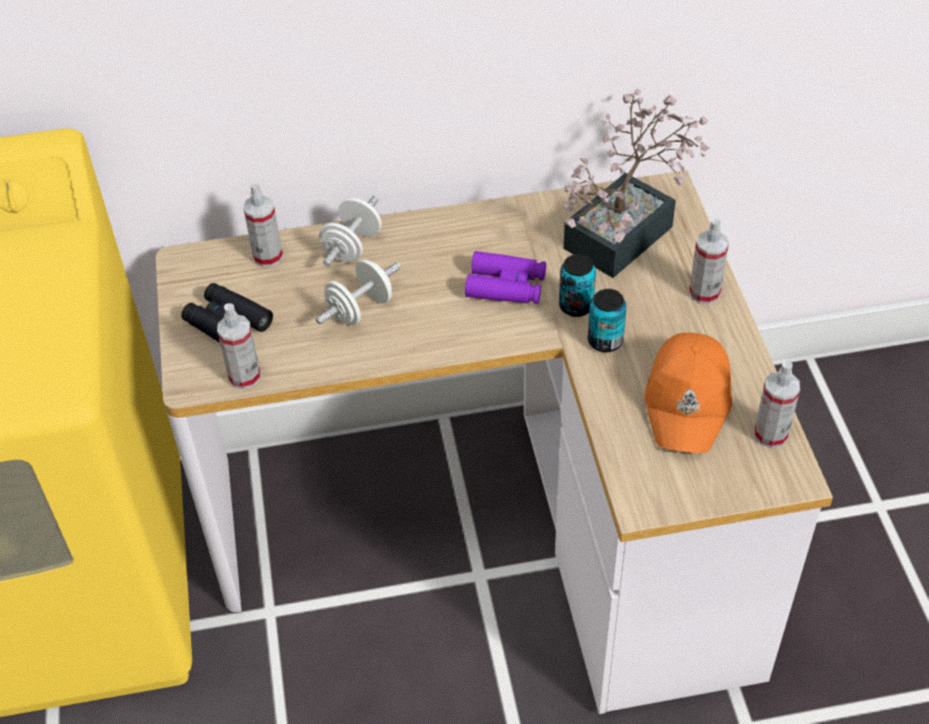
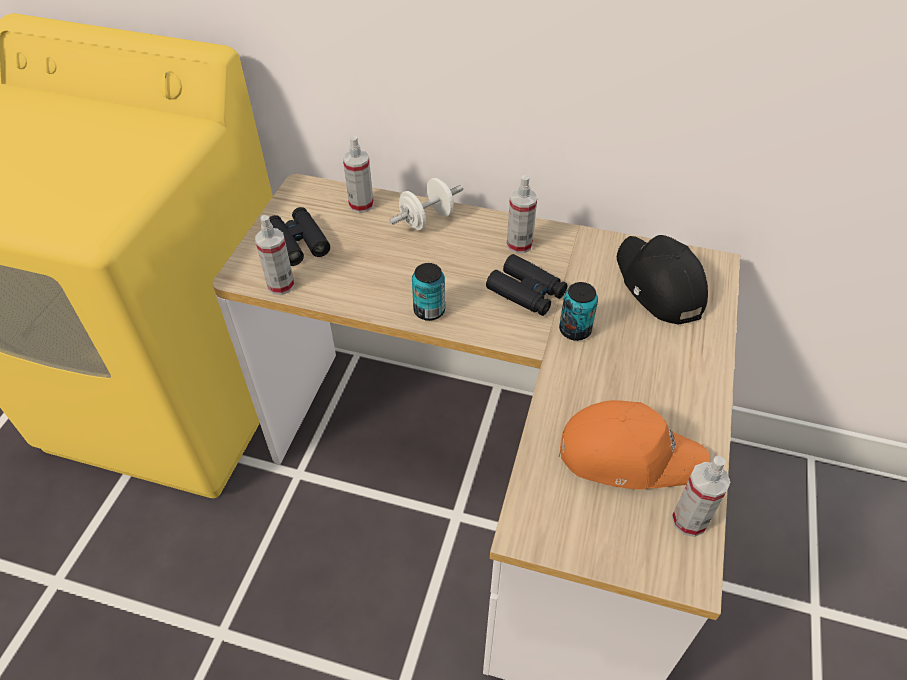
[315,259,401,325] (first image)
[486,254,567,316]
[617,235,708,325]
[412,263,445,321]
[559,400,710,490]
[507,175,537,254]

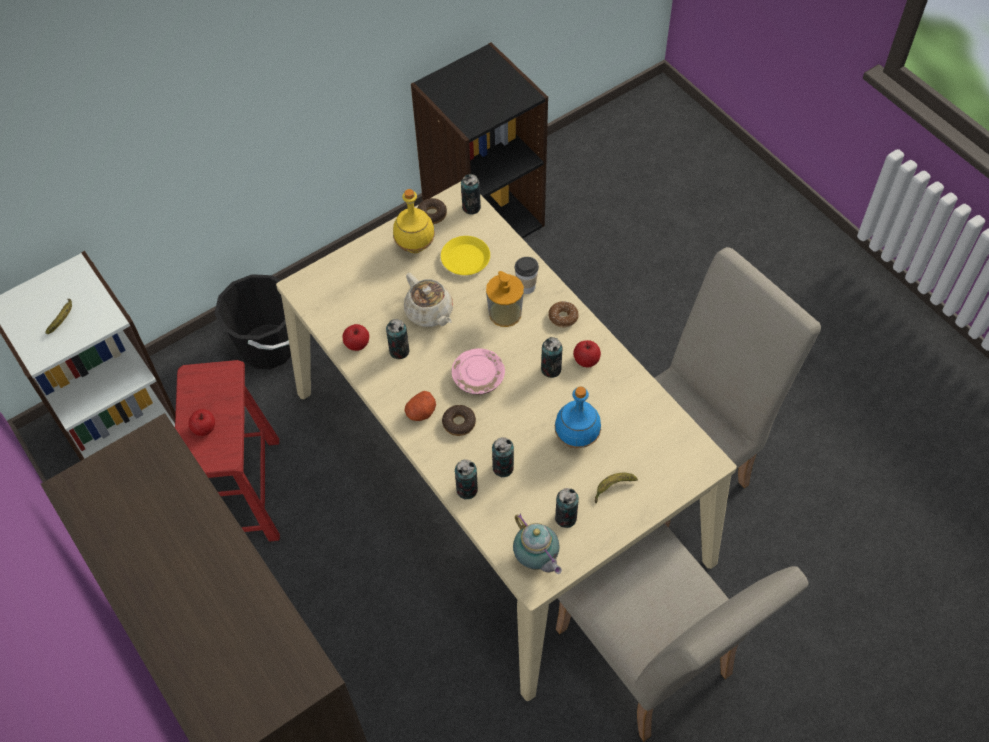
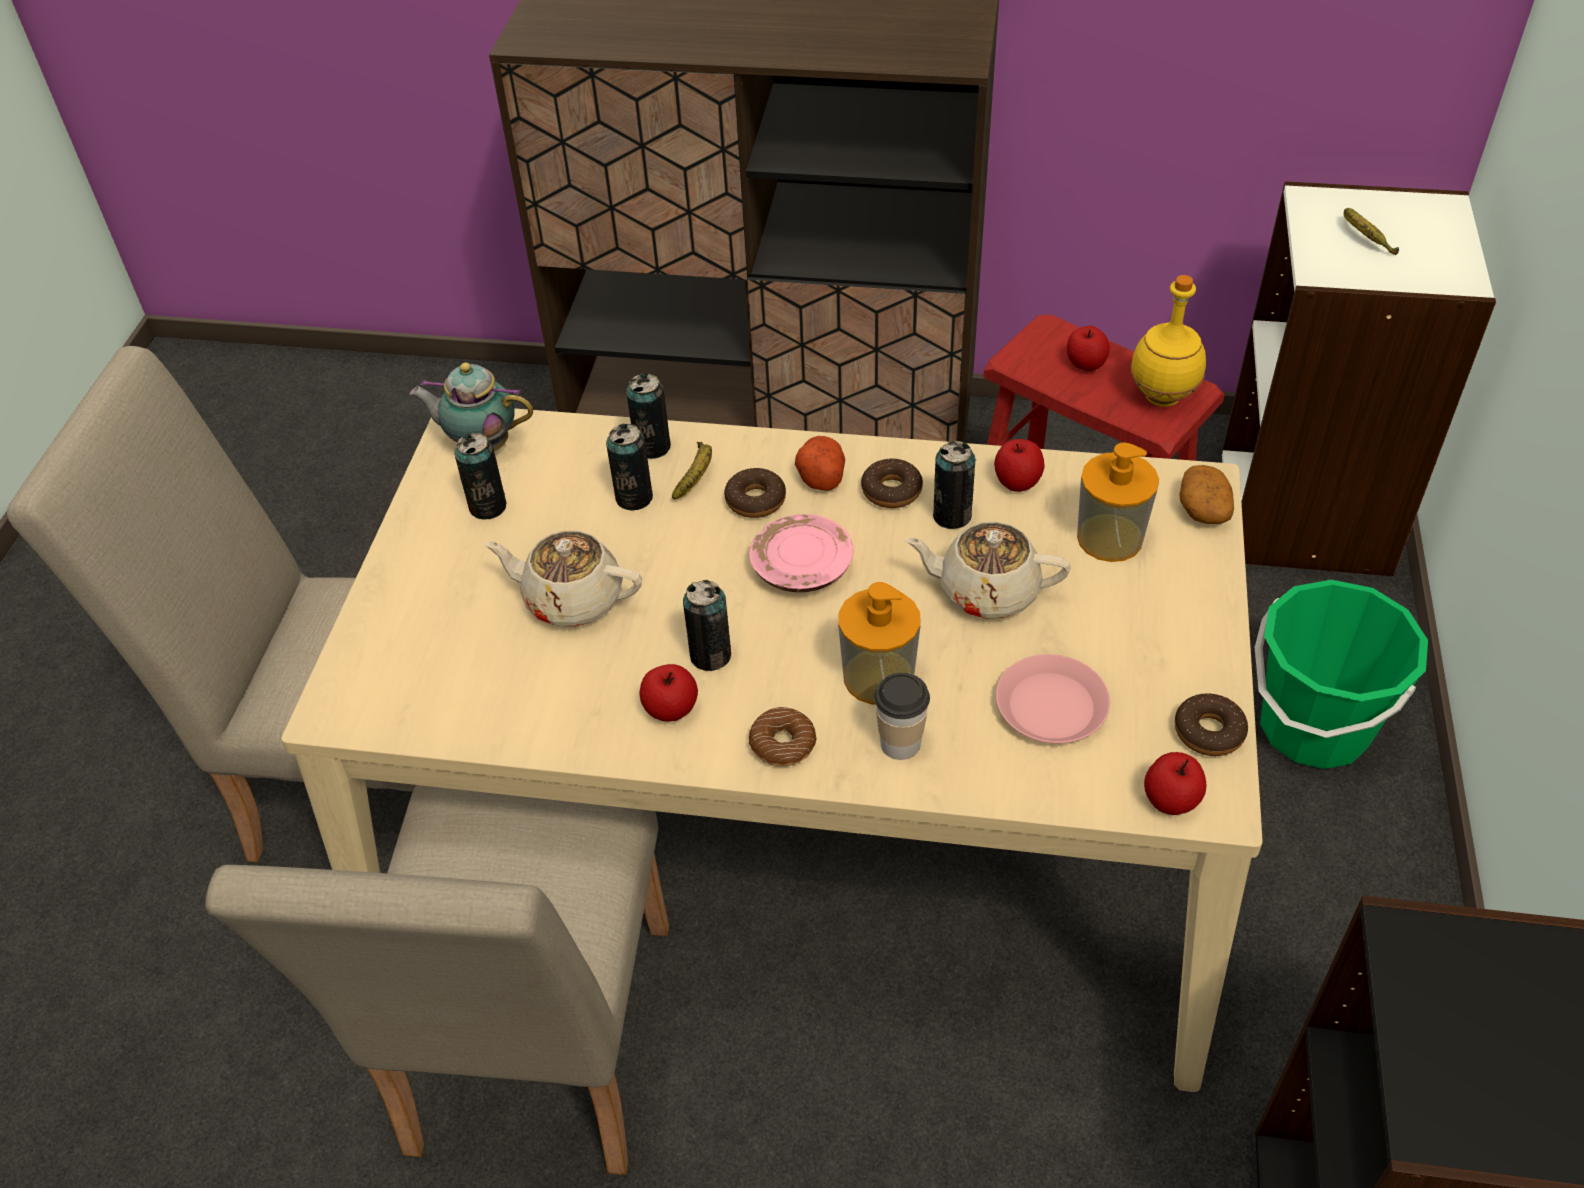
[1255,580,1428,769]
[1131,275,1206,407]
[996,654,1110,743]
[1144,752,1207,815]
[483,530,642,626]
[672,442,712,500]
[861,459,923,508]
[1077,442,1159,562]
[1179,465,1234,524]

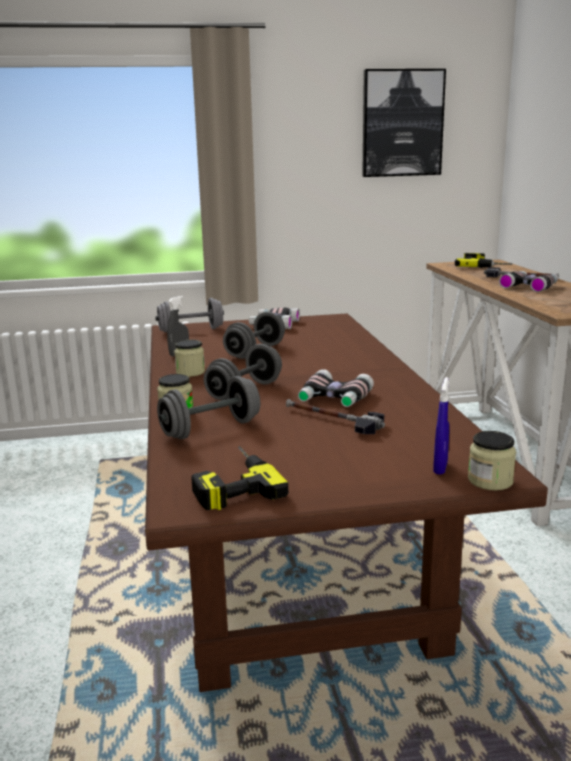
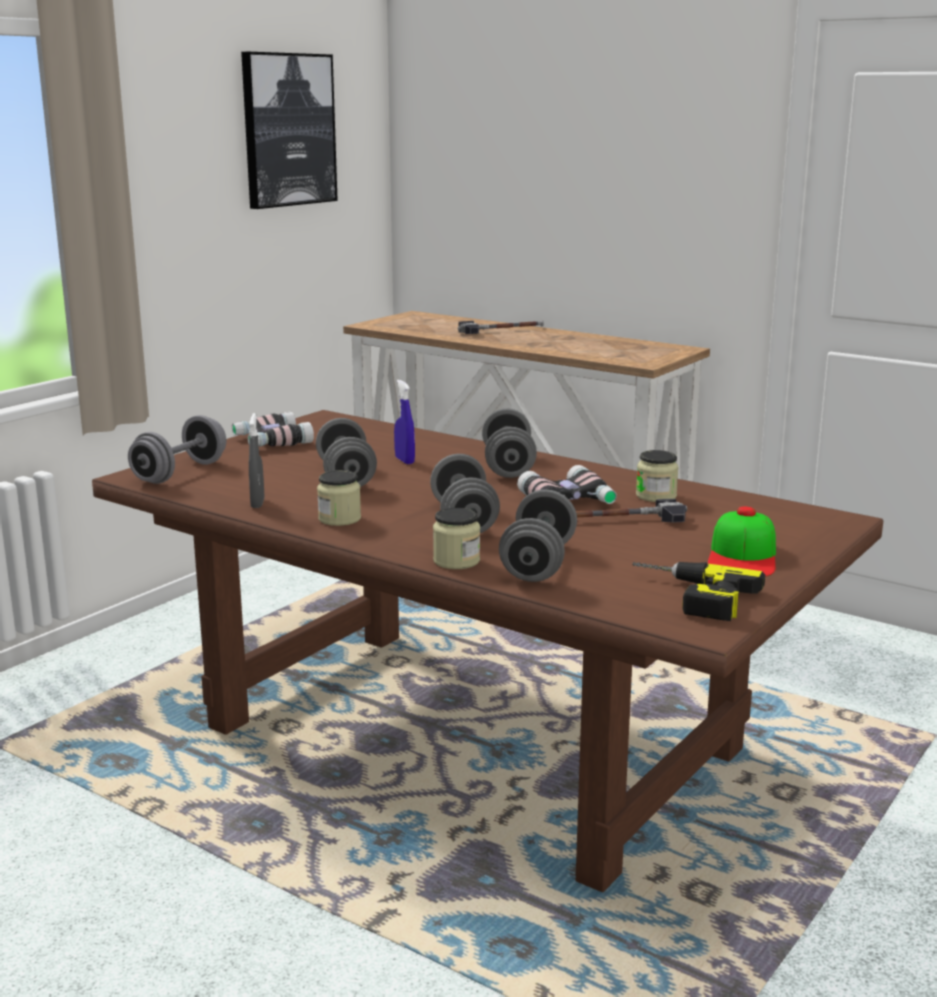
[394,380,415,464]
[455,253,512,268] (first image)
[636,450,679,502]
[499,271,558,292] (first image)
[482,408,537,478]
[708,507,776,577]

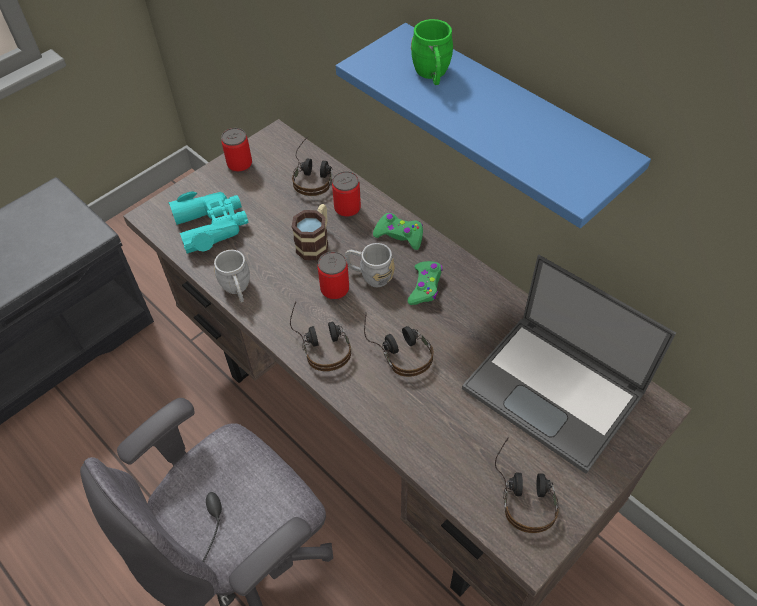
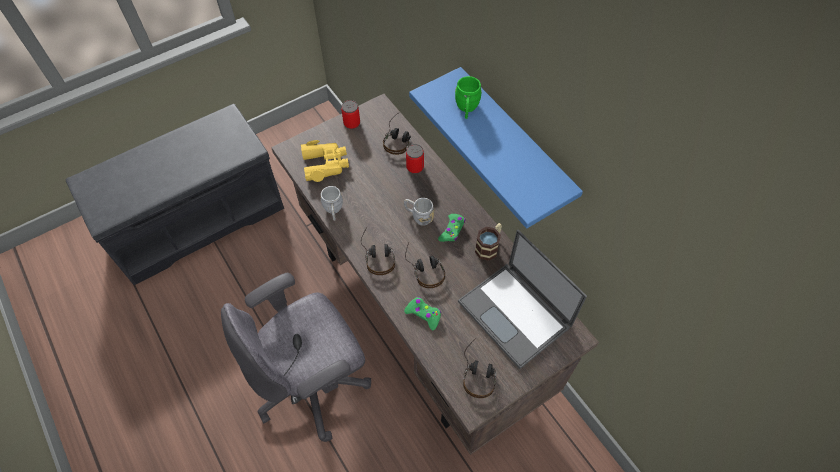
[301,140,349,182]
[475,223,502,261]
[318,252,349,300] (first image)
[404,297,441,330]

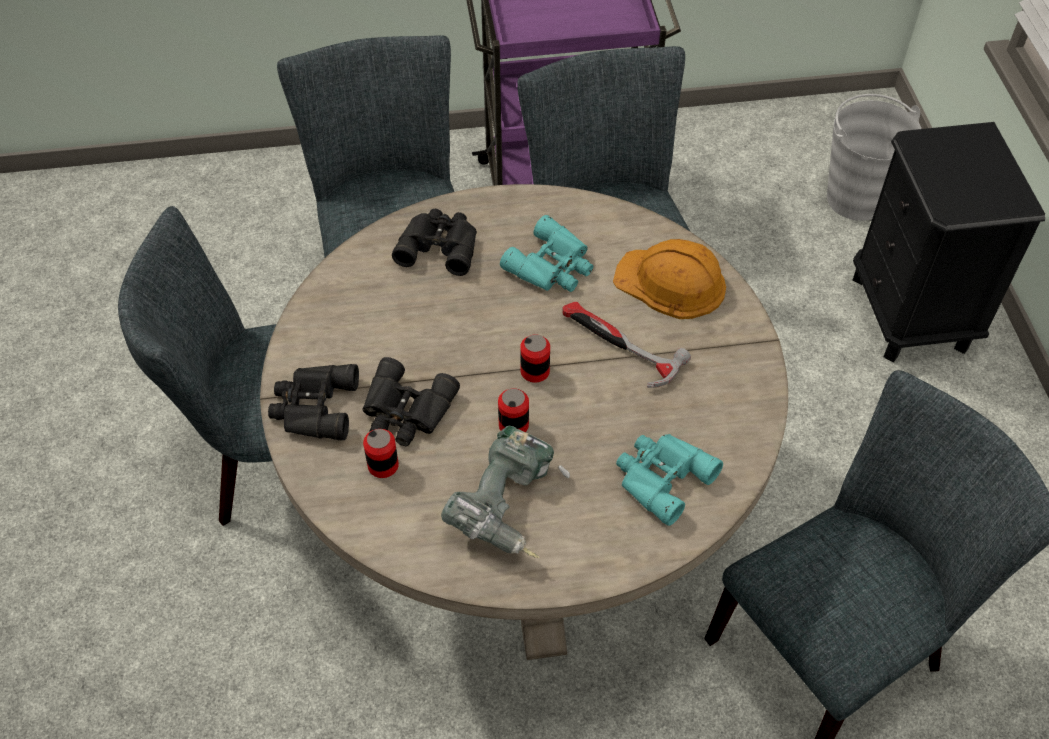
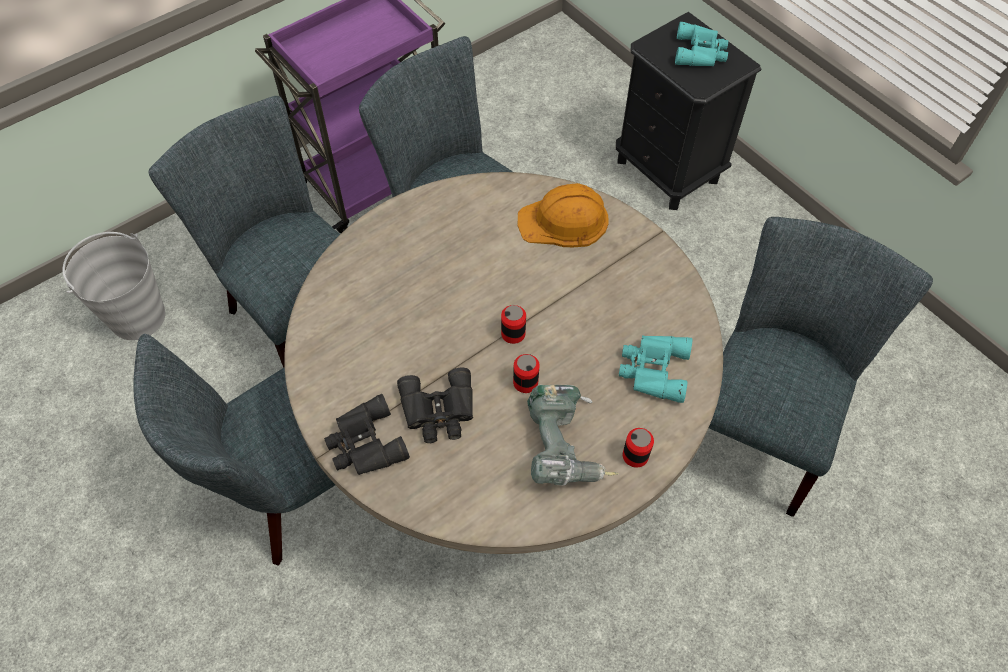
[623,428,654,468]
[392,209,477,276] (first image)
[675,22,728,66]
[562,302,691,388] (first image)
[62,232,165,340]

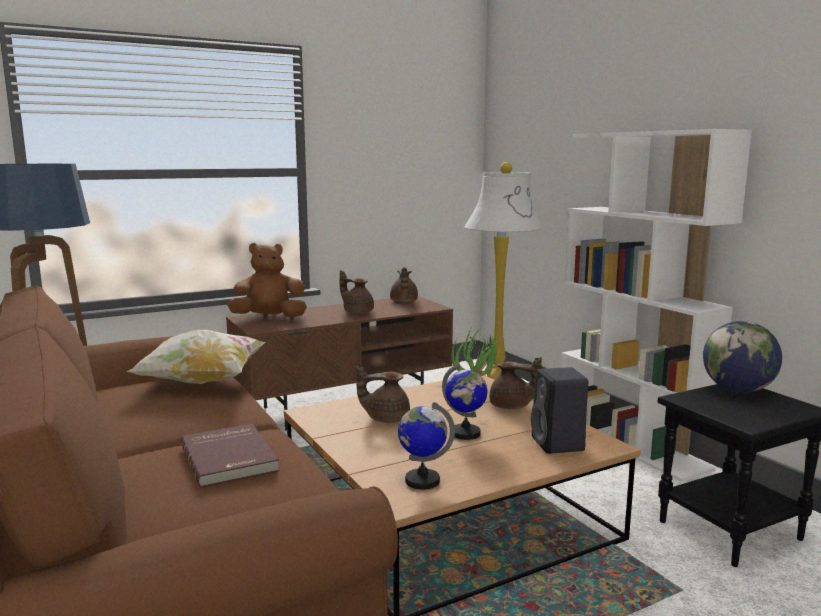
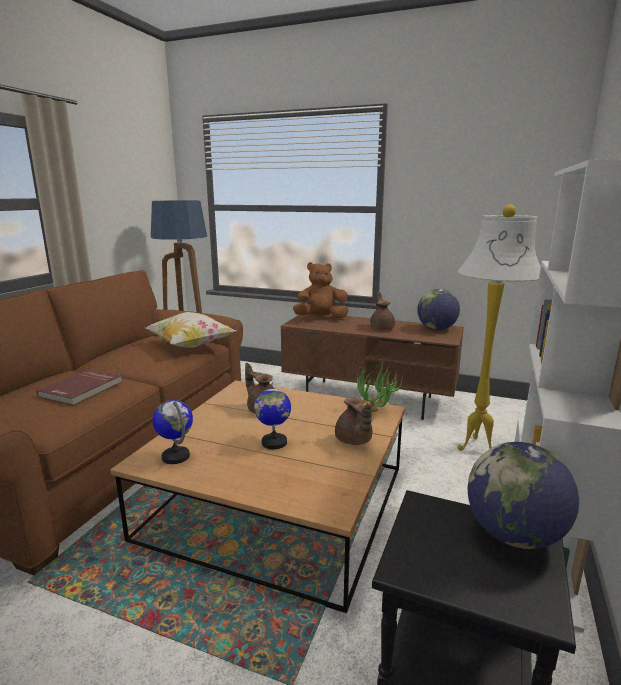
[293,262,349,318]
[417,289,460,330]
[531,367,588,454] (first image)

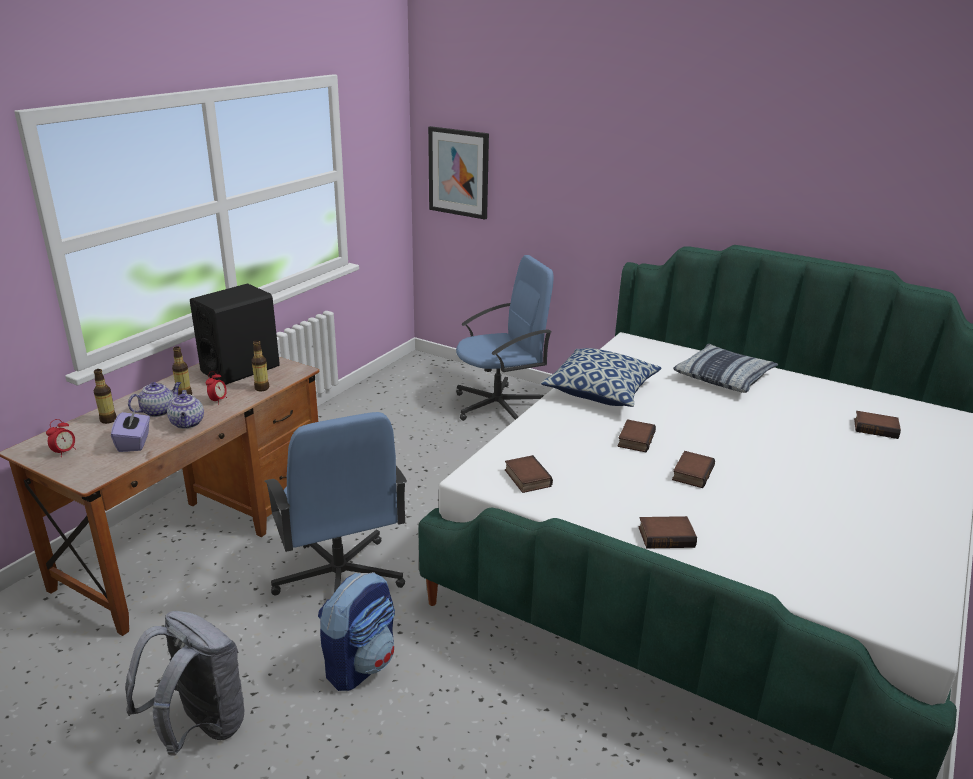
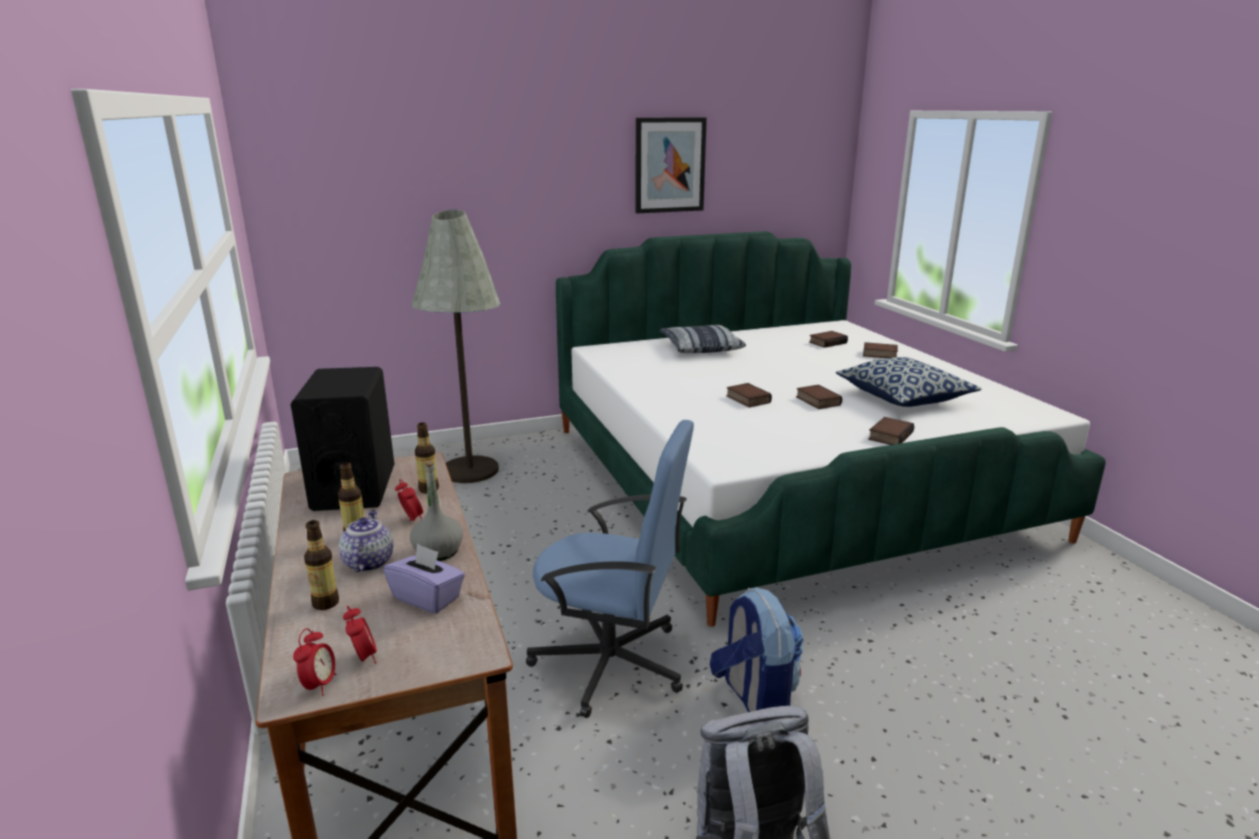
[410,460,463,561]
[635,117,707,213]
[412,210,501,483]
[863,342,898,358]
[836,357,982,407]
[293,628,336,696]

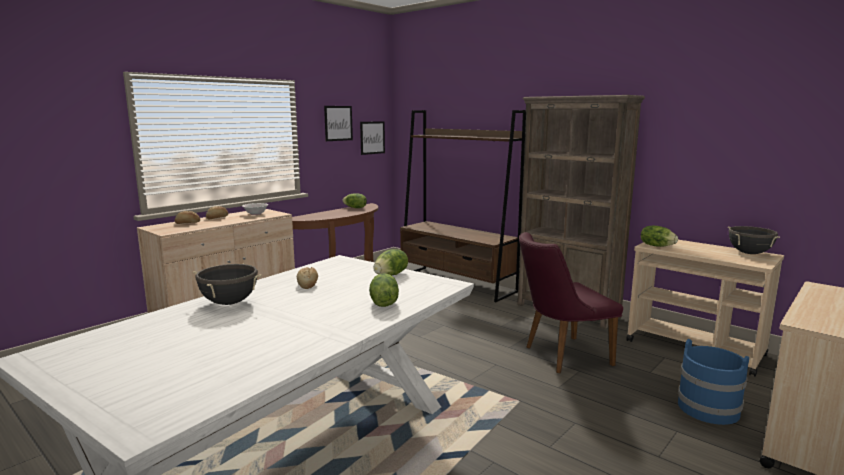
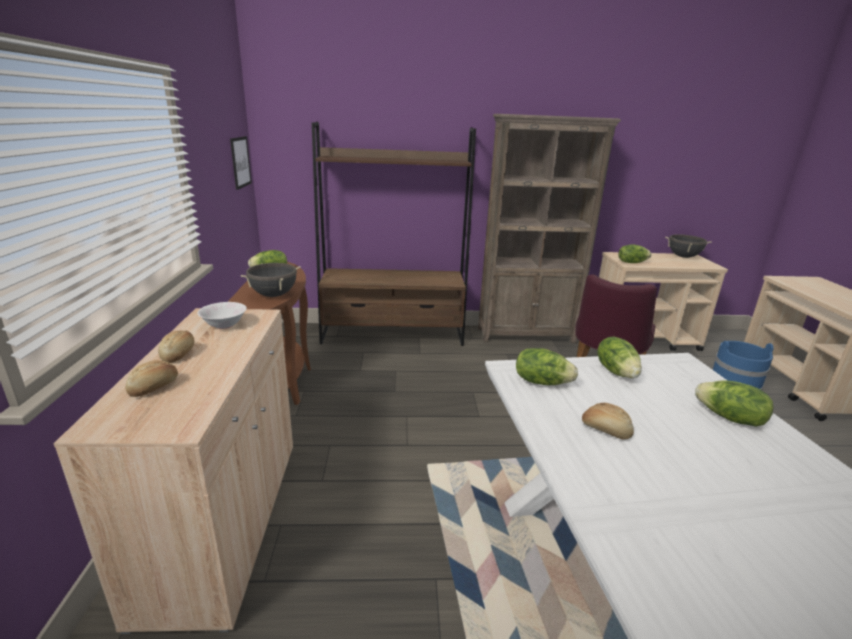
[241,263,301,297]
[324,106,353,141] (first image)
[516,348,578,385]

